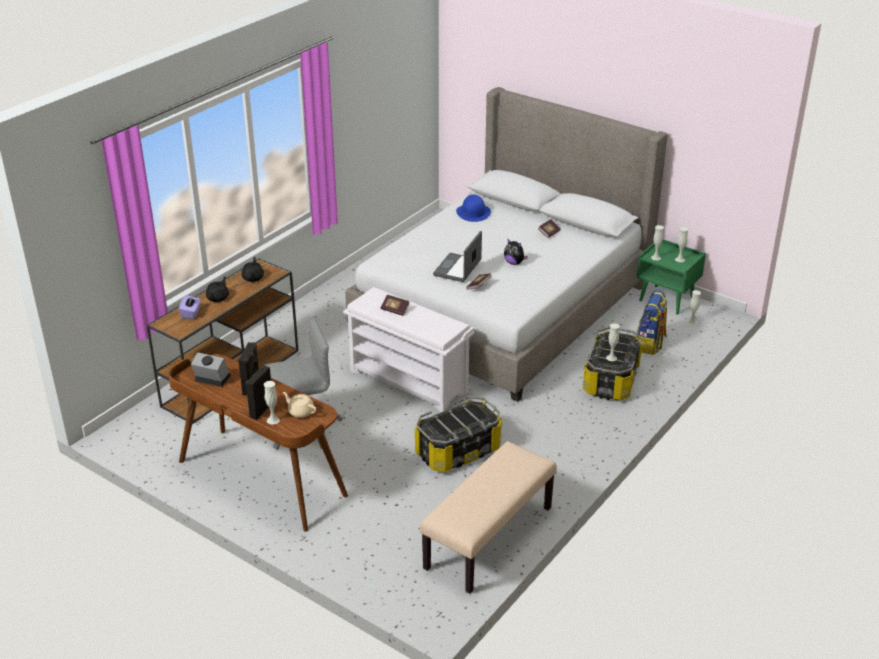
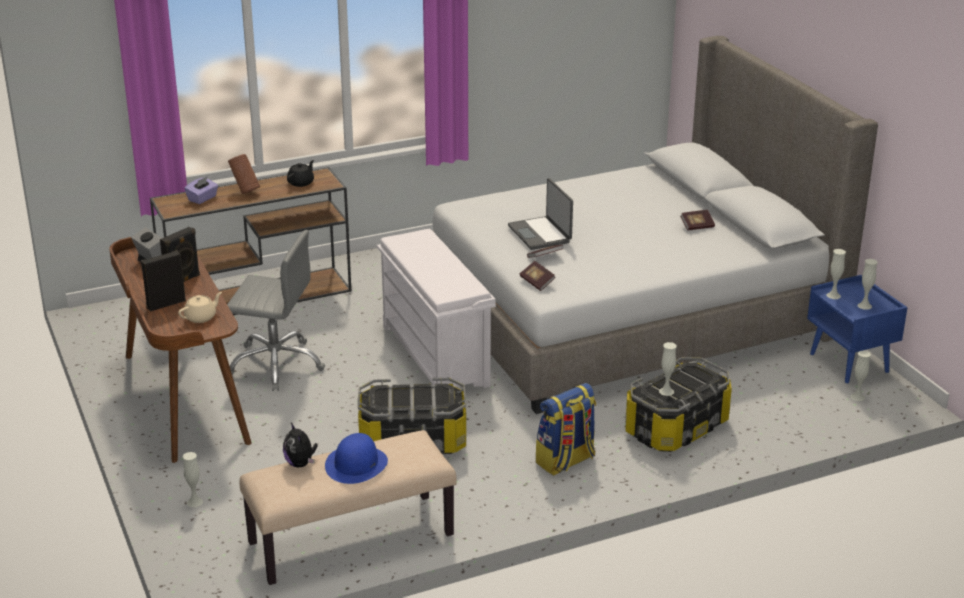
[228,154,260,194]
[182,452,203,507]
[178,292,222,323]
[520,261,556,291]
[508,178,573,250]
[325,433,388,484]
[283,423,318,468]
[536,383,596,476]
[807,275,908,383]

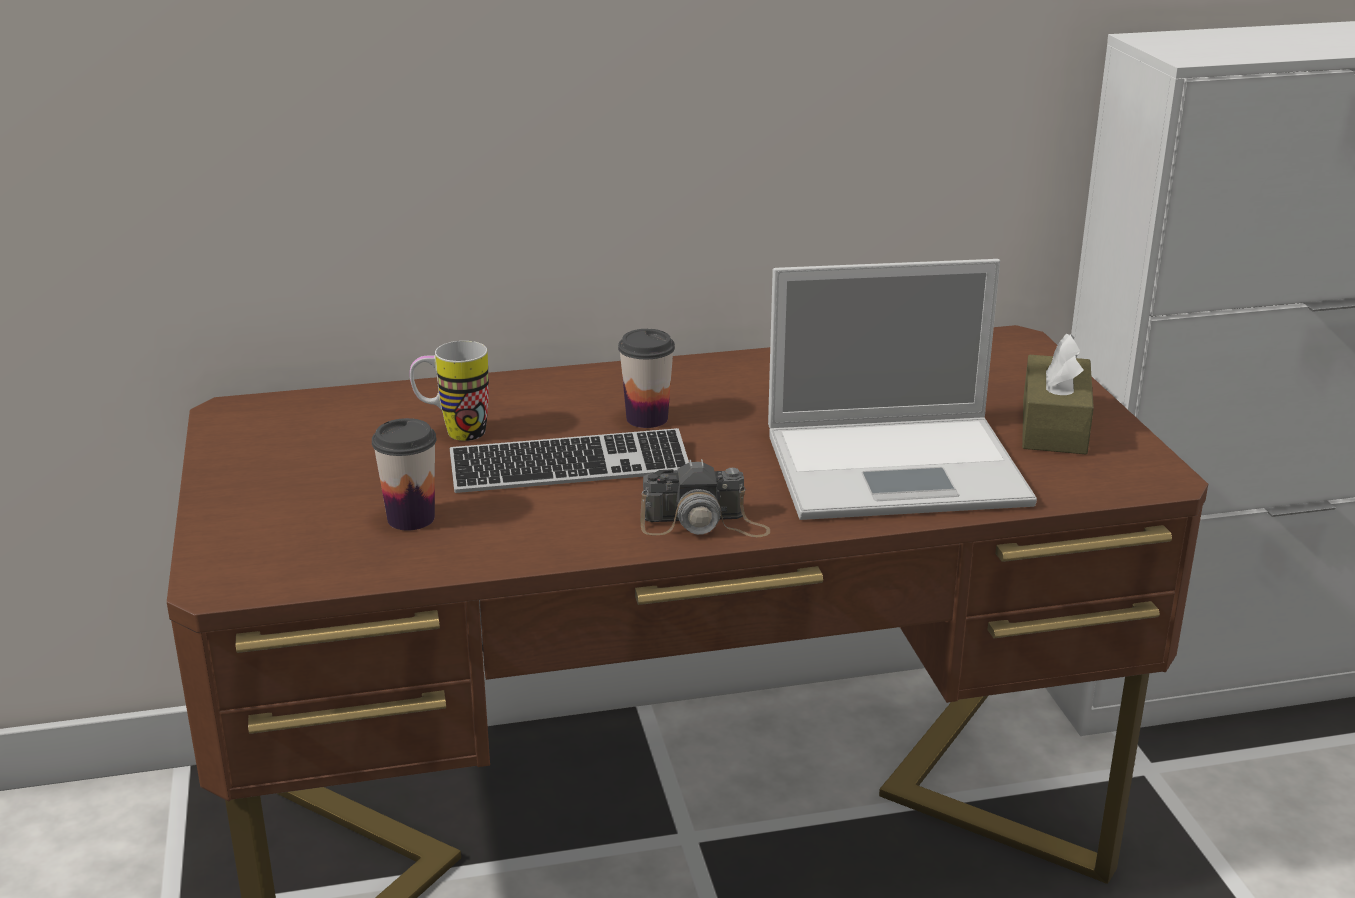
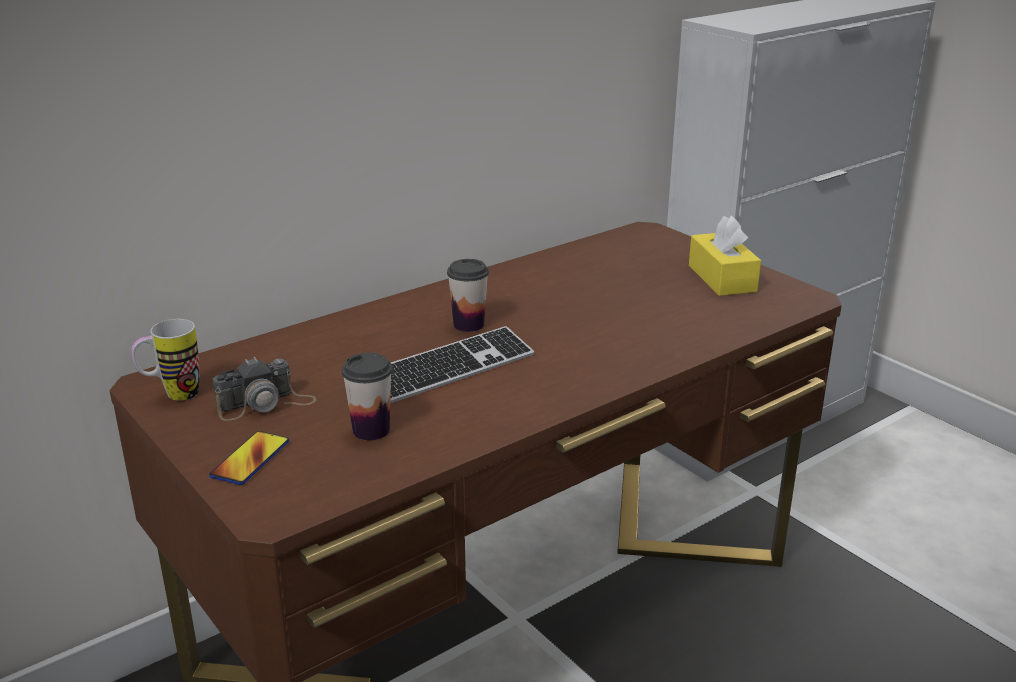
[131,319,199,401]
[212,357,316,421]
[768,259,1037,520] (first image)
[689,216,761,296]
[209,431,289,485]

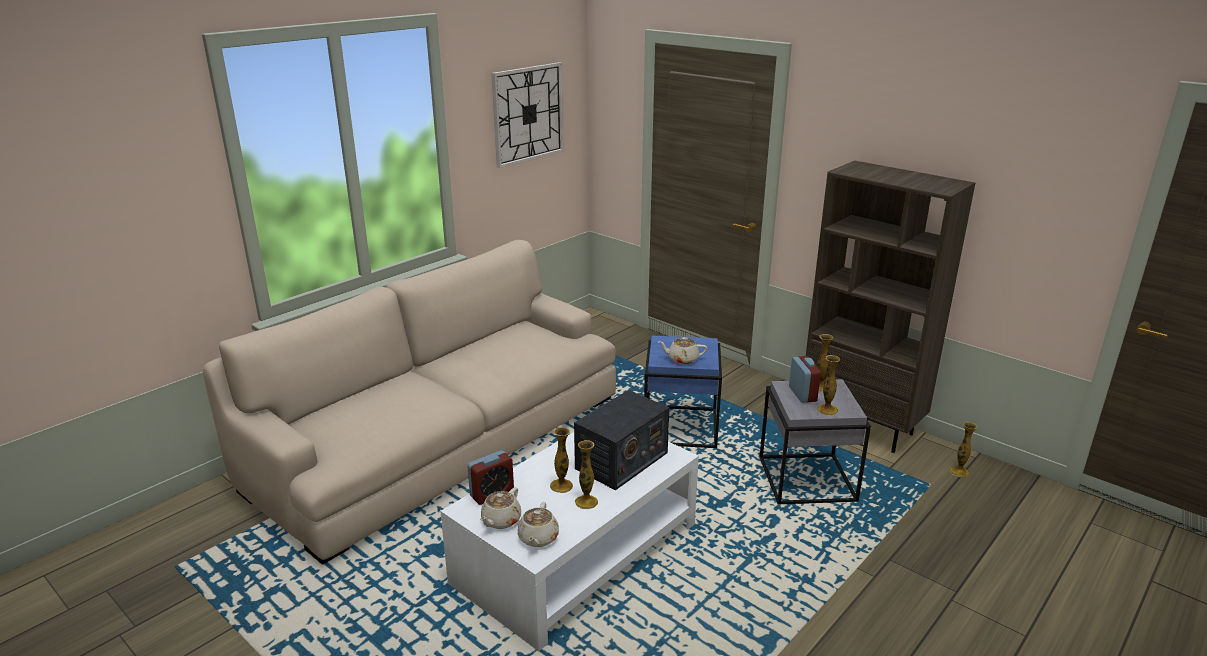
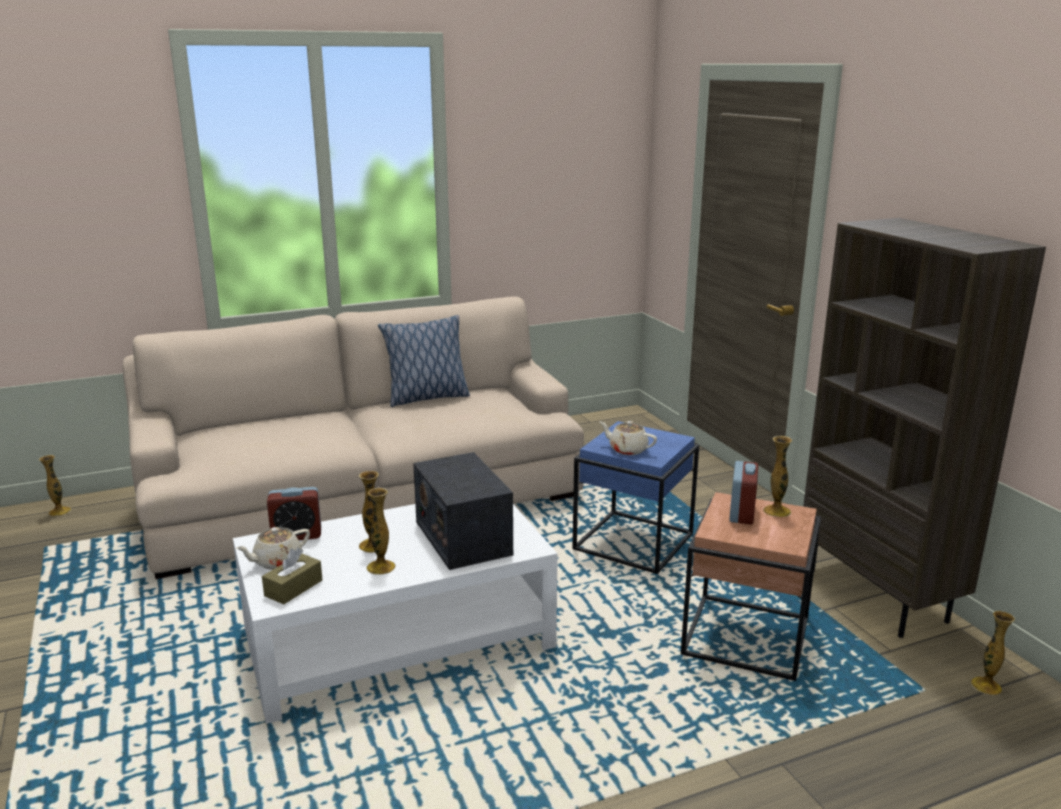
[491,62,564,168] (first image)
[262,548,323,604]
[413,452,513,570]
[681,492,821,681]
[39,455,71,516]
[378,315,470,407]

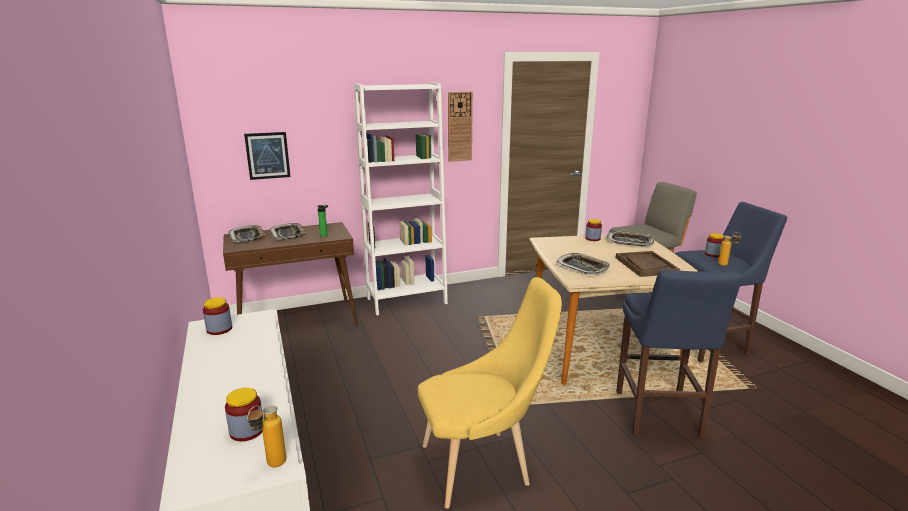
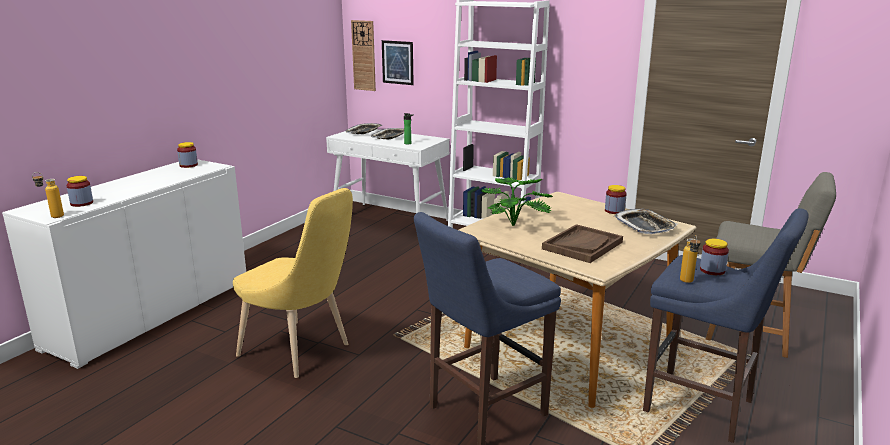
[326,129,449,222]
[351,20,376,91]
[481,177,553,226]

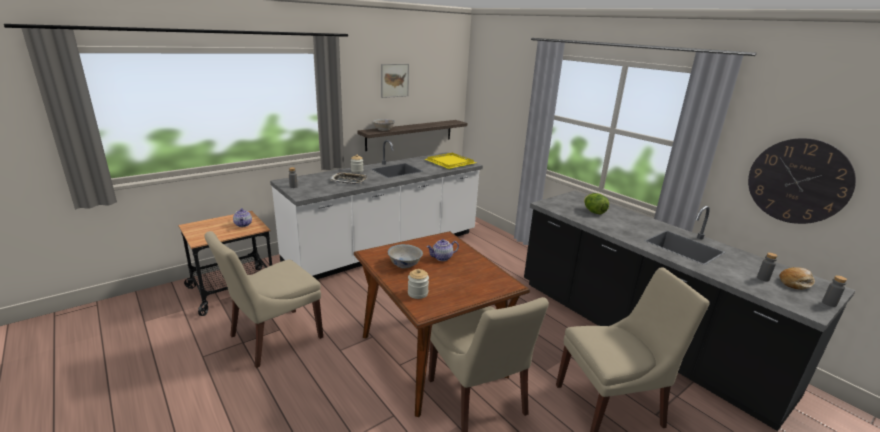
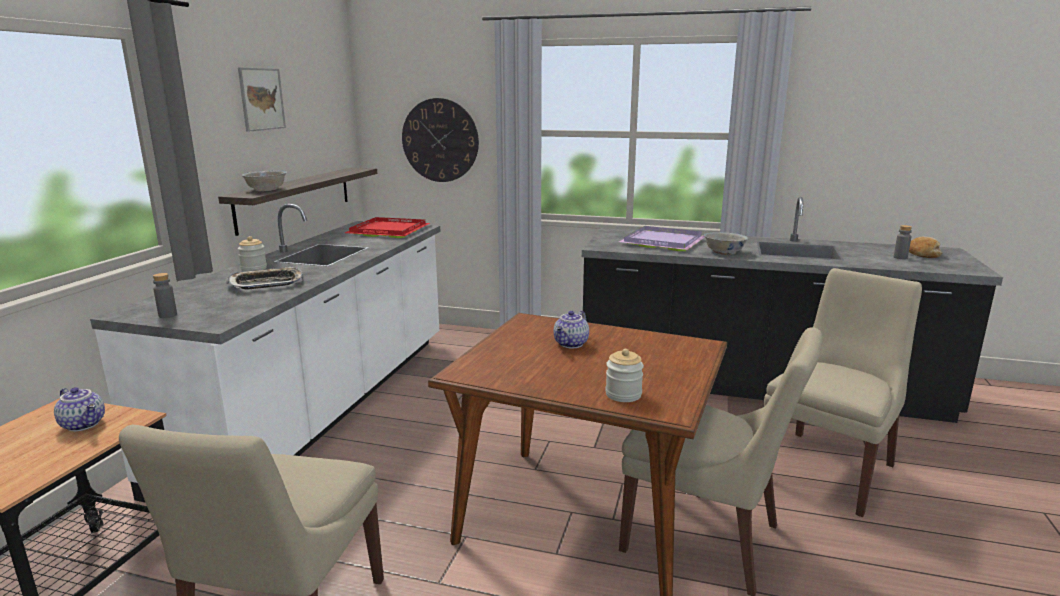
[704,232,748,255]
[345,217,430,238]
[619,226,705,251]
[402,98,479,182]
[822,275,847,307] (first image)

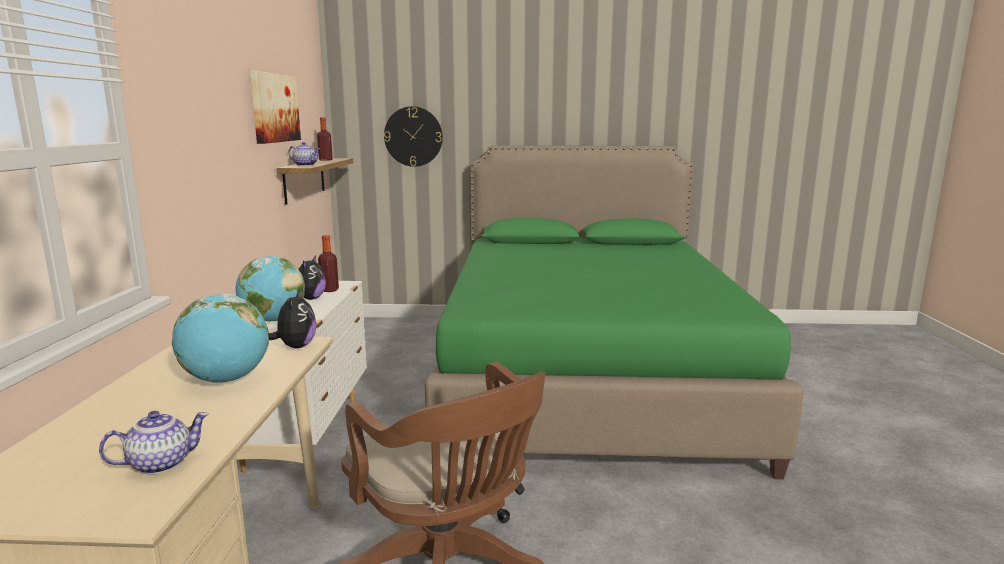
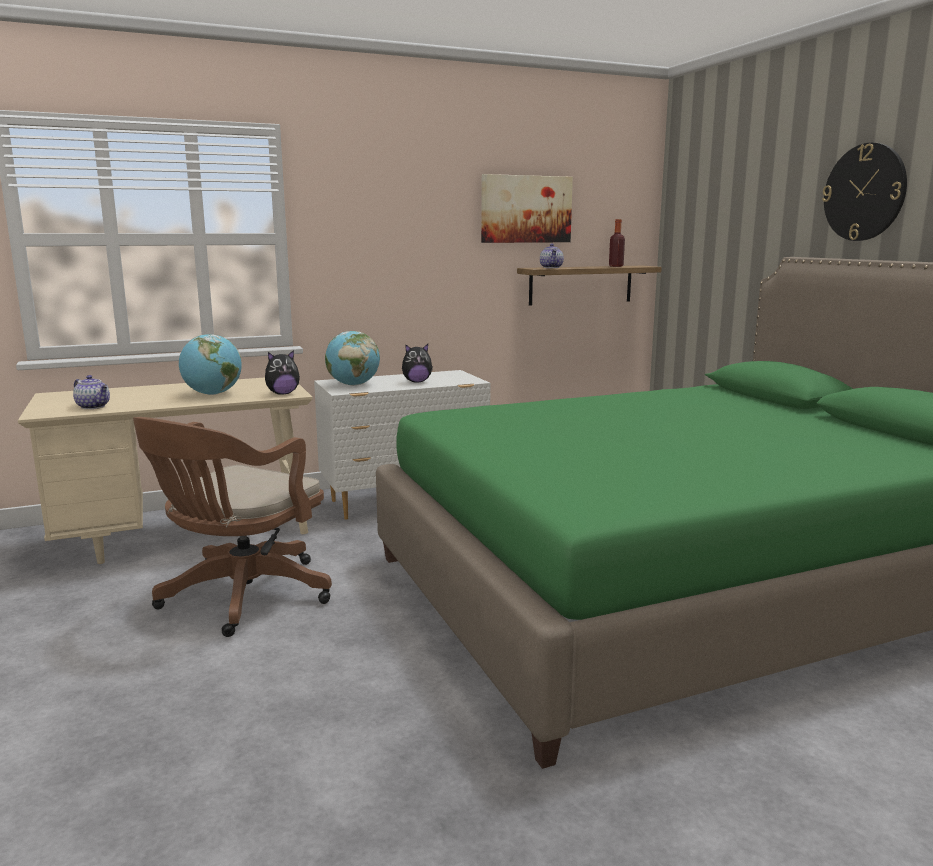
[318,235,339,292] (first image)
[822,143,907,241]

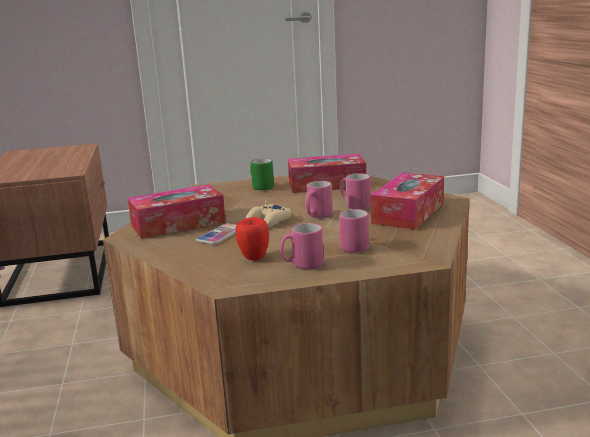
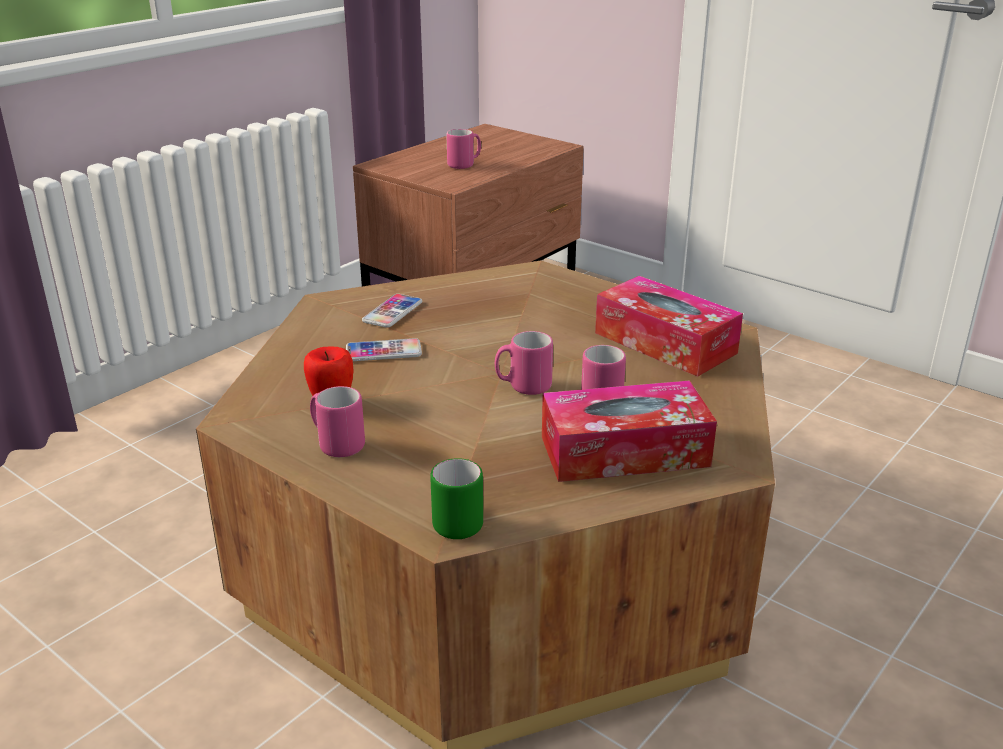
[362,294,422,328]
[246,201,291,228] (first image)
[430,458,483,539]
[446,129,481,169]

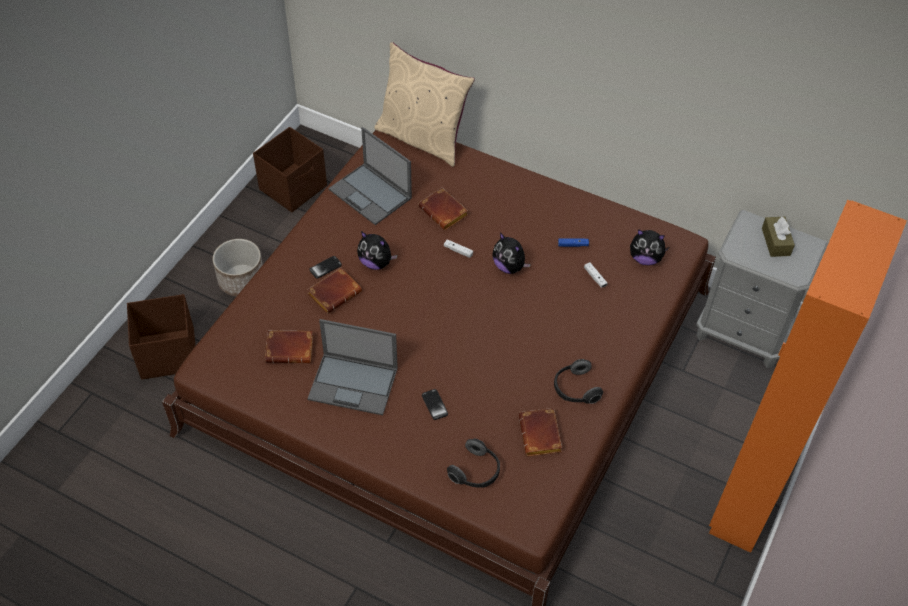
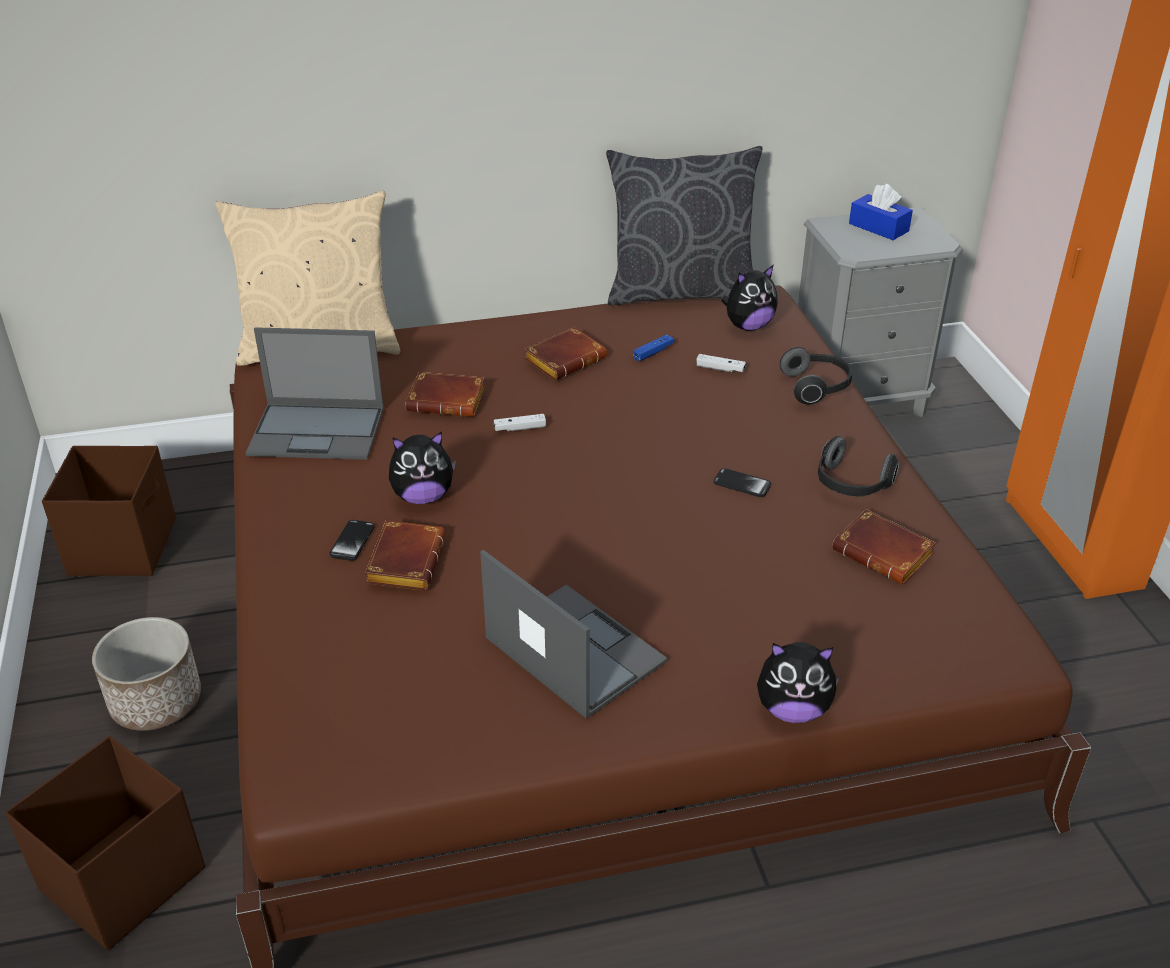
[524,327,607,380]
[480,550,668,719]
[714,468,771,497]
[779,347,852,405]
[757,642,841,723]
[849,184,913,240]
[606,146,762,306]

